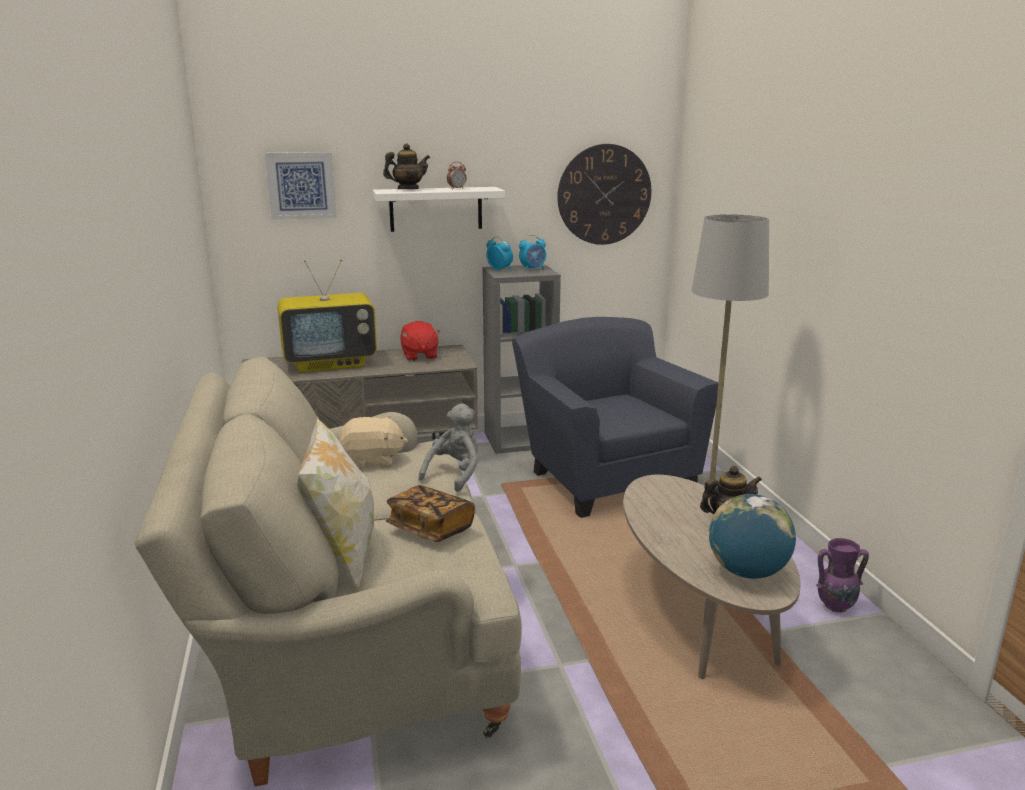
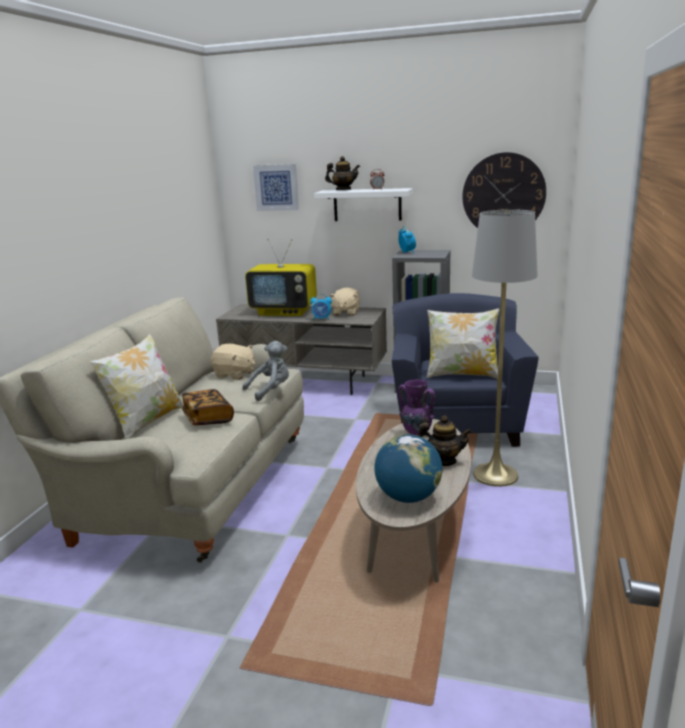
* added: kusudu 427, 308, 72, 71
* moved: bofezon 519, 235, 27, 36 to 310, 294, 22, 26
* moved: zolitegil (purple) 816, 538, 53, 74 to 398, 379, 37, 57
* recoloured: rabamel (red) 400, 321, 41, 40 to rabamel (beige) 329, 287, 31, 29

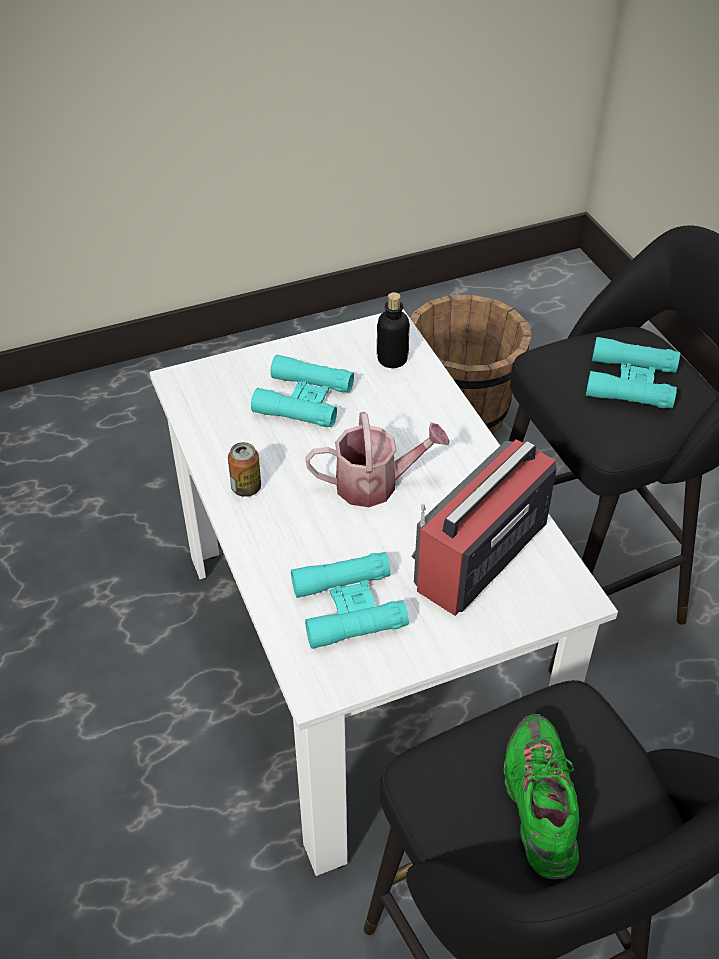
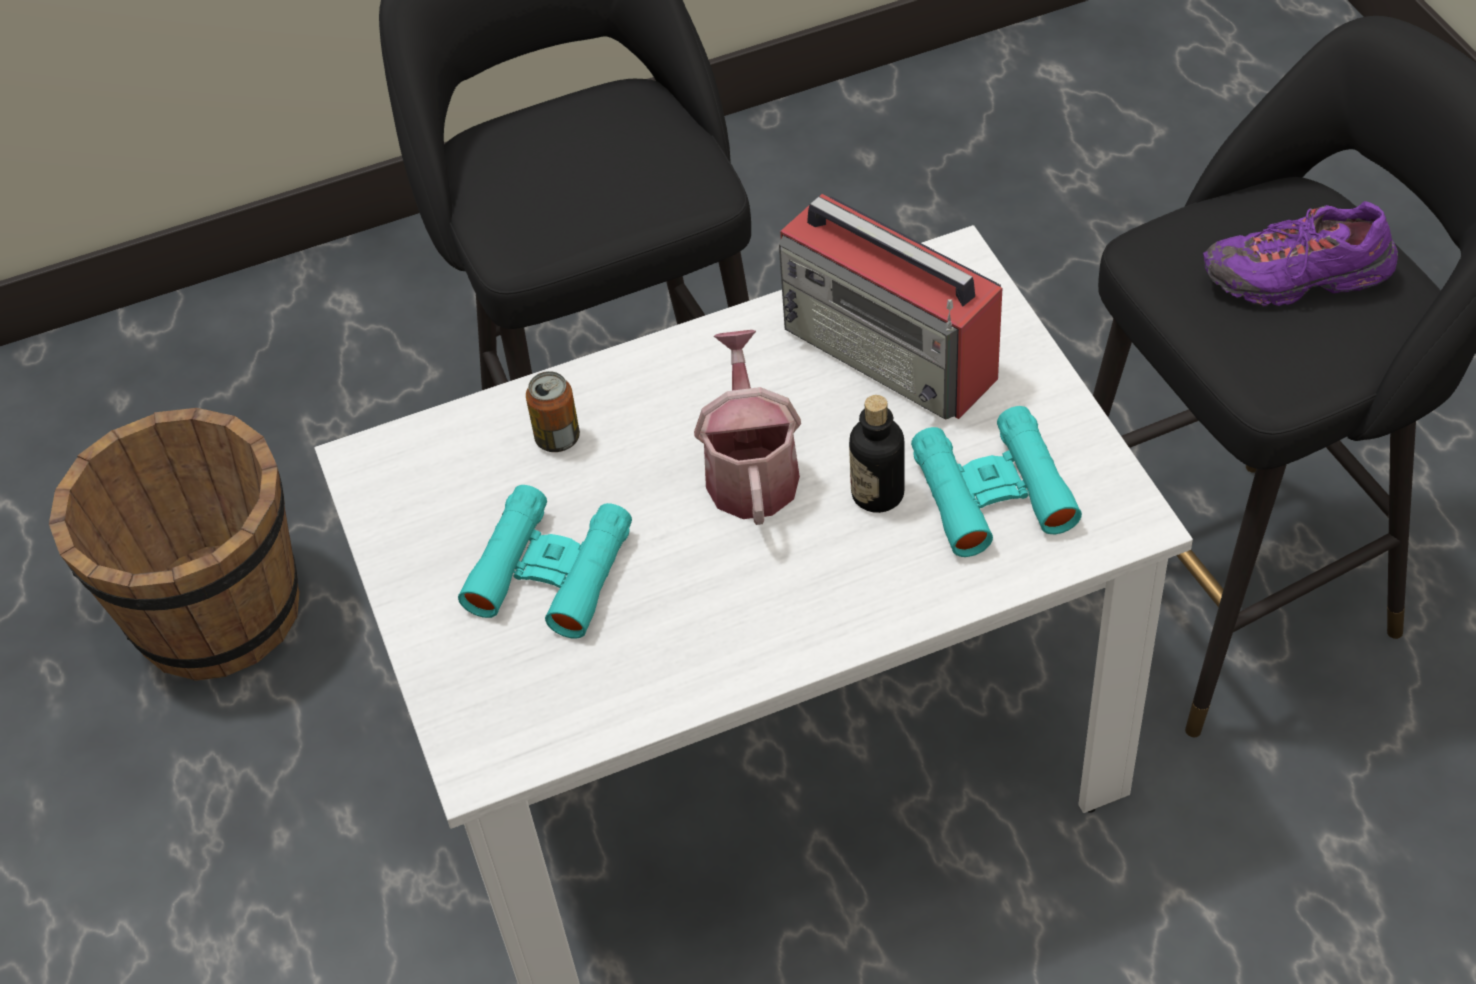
* removed: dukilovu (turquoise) 586, 337, 94, 71
* moved: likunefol 228, 442, 33, 55 to 526, 371, 54, 81
* moved: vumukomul 377, 292, 33, 76 to 849, 395, 56, 118
* recoloured: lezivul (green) 503, 714, 76, 165 to lezivul (purple) 1203, 201, 195, 106

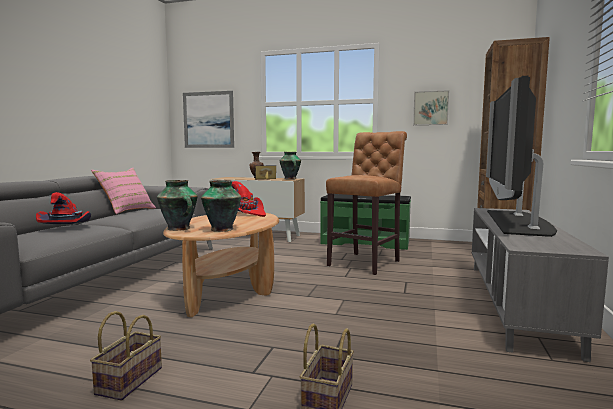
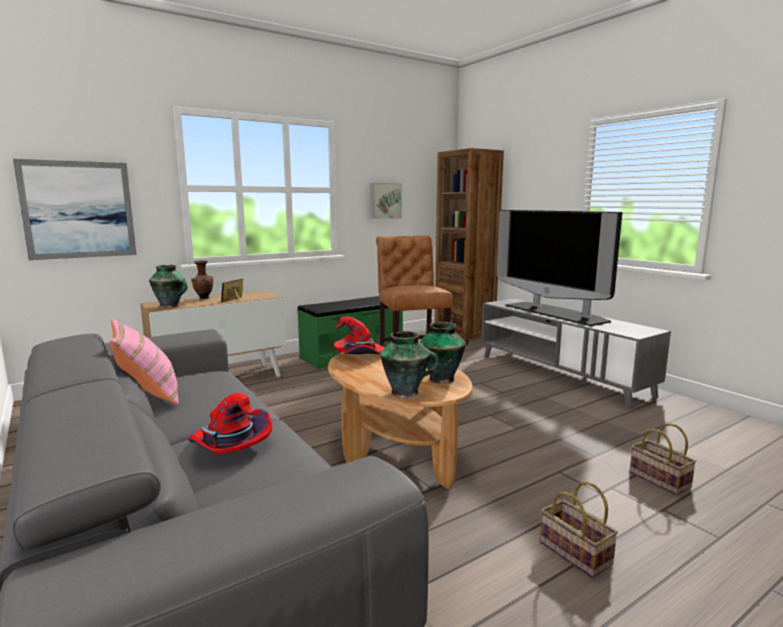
* moved: zolitegil 280, 152, 21, 27 to 149, 265, 39, 43

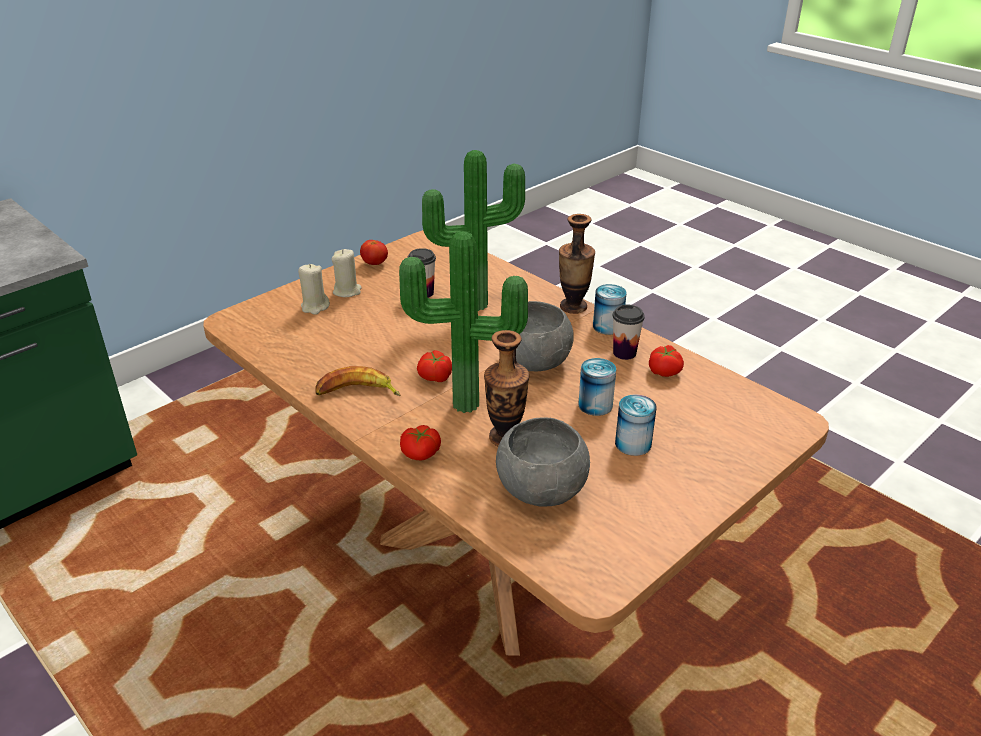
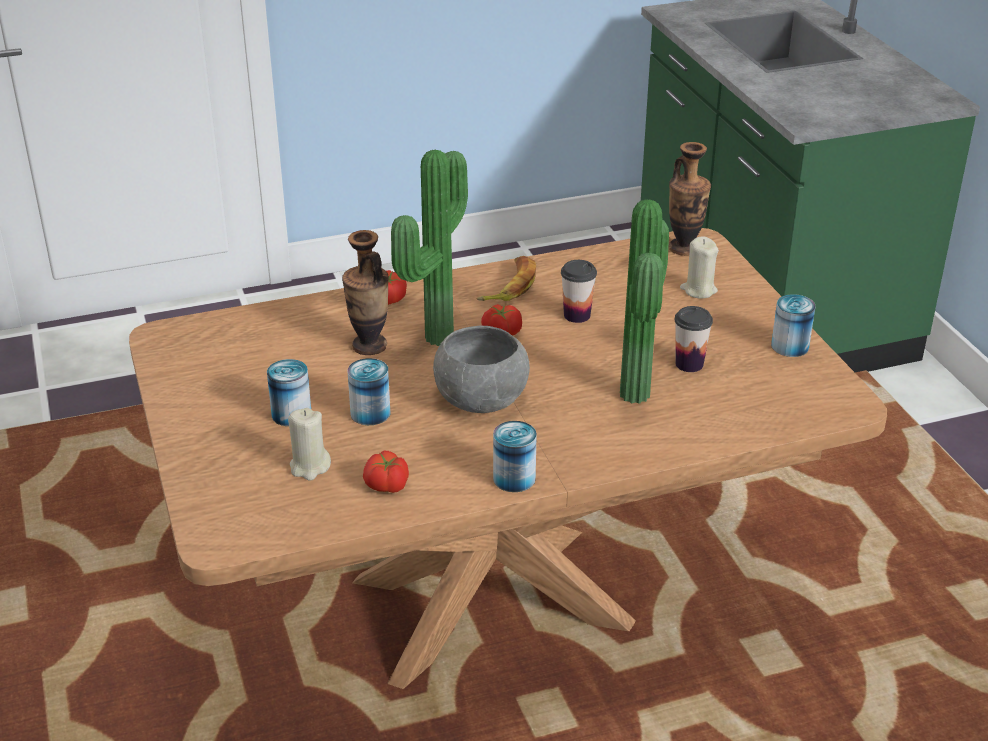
* removed: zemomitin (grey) 496, 417, 94, 90
* moved: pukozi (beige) 331, 249, 31, 48 to 288, 408, 43, 73
* moved: zolitegil 559, 214, 36, 100 to 669, 142, 42, 114
* moved: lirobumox 613, 305, 32, 55 to 561, 260, 36, 63
* replaced: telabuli 360, 240, 28, 25 to likunefol 771, 294, 44, 63

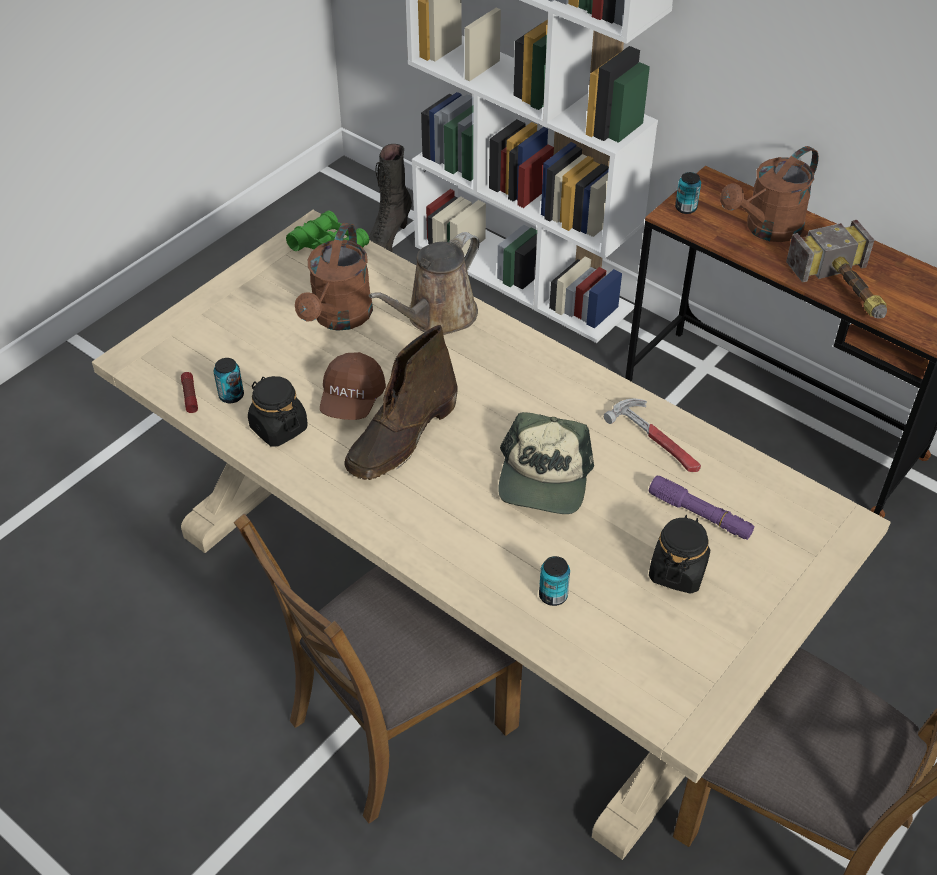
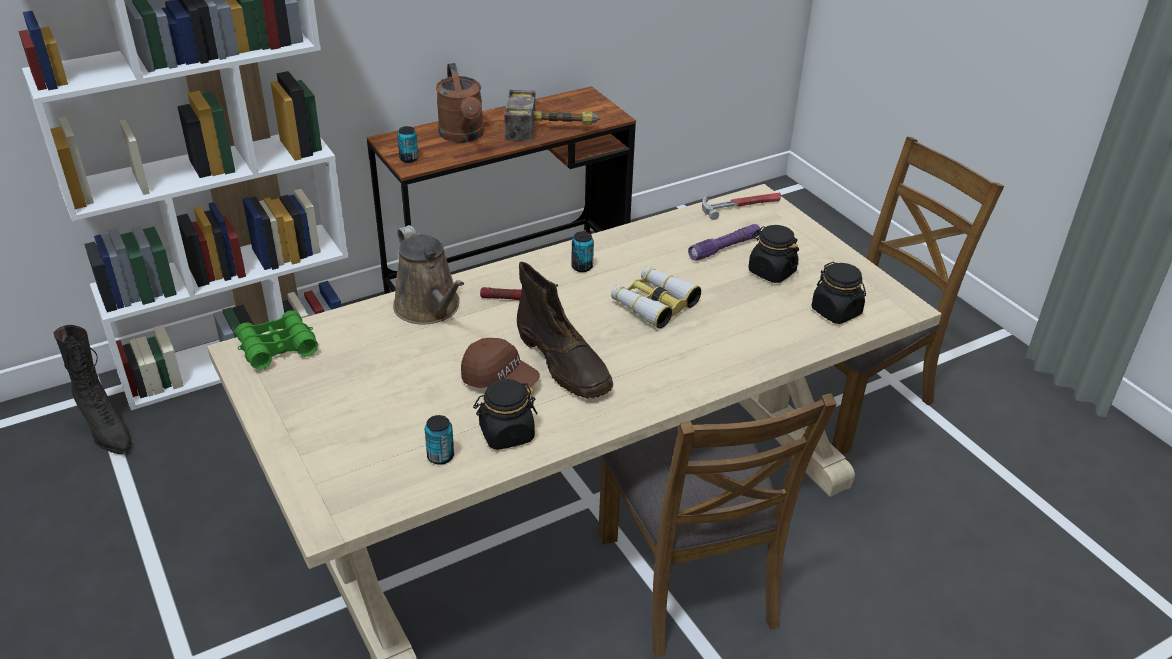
* removed: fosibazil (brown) 295, 223, 78, 108
* added: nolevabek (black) 812, 262, 54, 62
* moved: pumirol 181, 372, 17, 41 to 480, 287, 41, 13
* moved: likunefol 539, 556, 31, 50 to 571, 231, 23, 41
* moved: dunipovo 604, 399, 97, 73 to 702, 193, 79, 27
* replaced: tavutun 498, 412, 96, 102 to dukilovu 611, 266, 90, 63

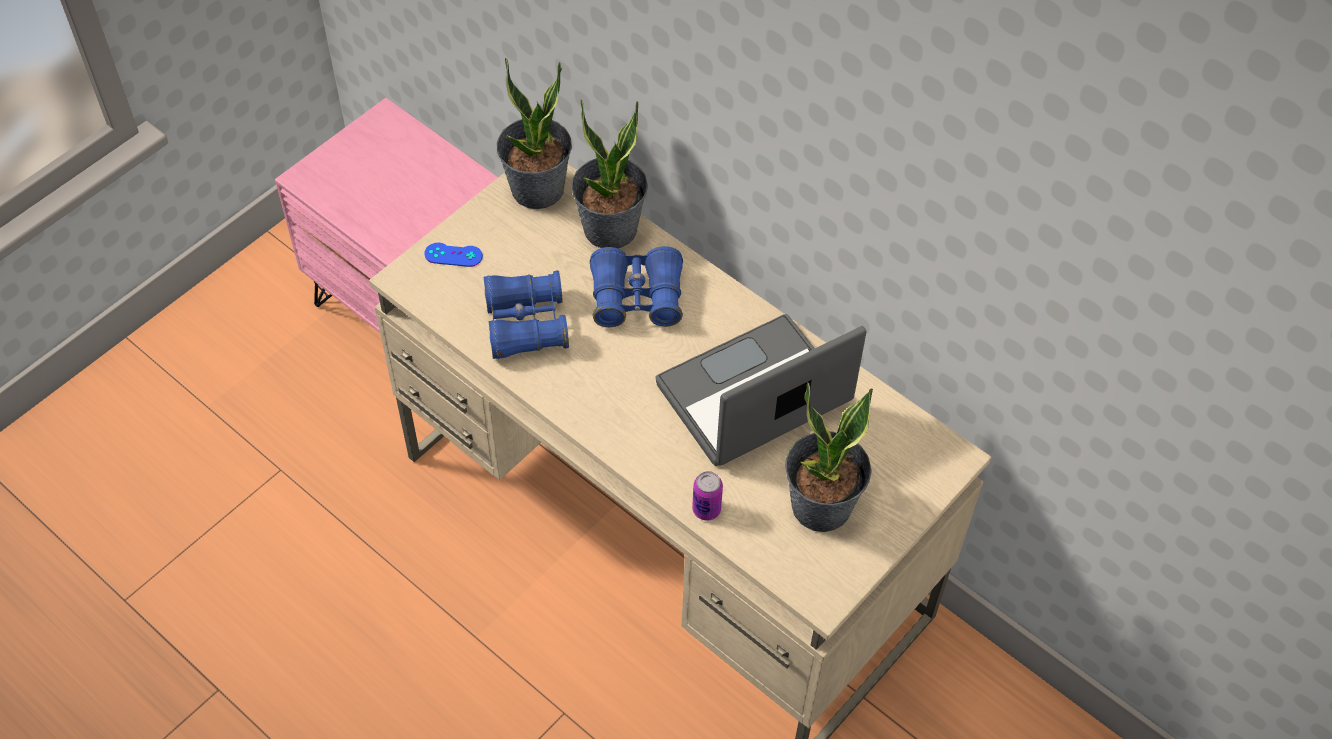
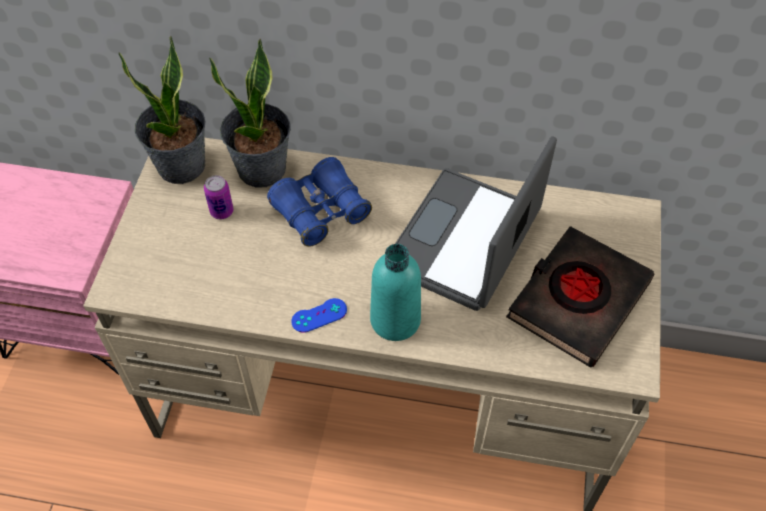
* removed: dukilovu (blue) 484, 271, 85, 88
* added: vumukomul (turquoise) 370, 244, 51, 97
* moved: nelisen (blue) 424, 243, 59, 24 to 291, 298, 56, 35
* moved: likunefol 692, 471, 31, 50 to 204, 175, 29, 44
* replaced: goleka 785, 382, 88, 150 to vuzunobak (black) 506, 226, 148, 141

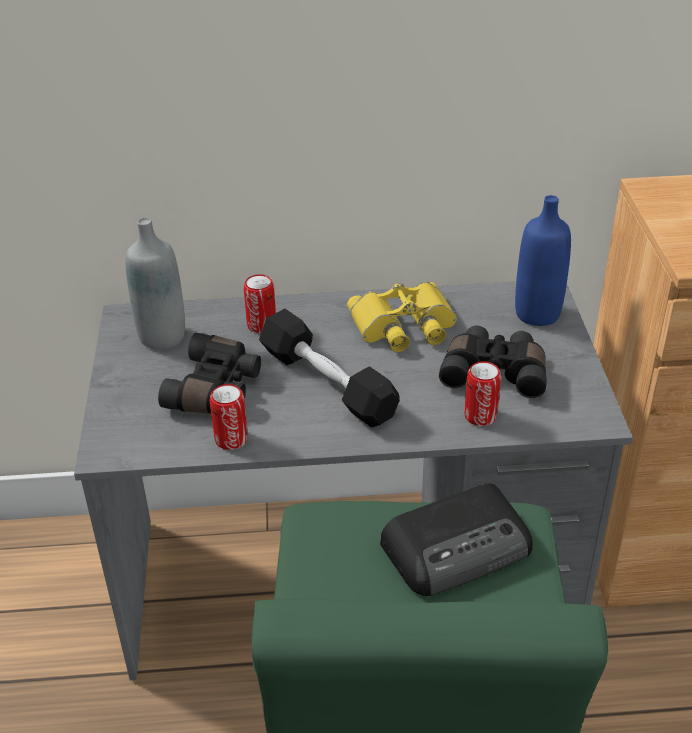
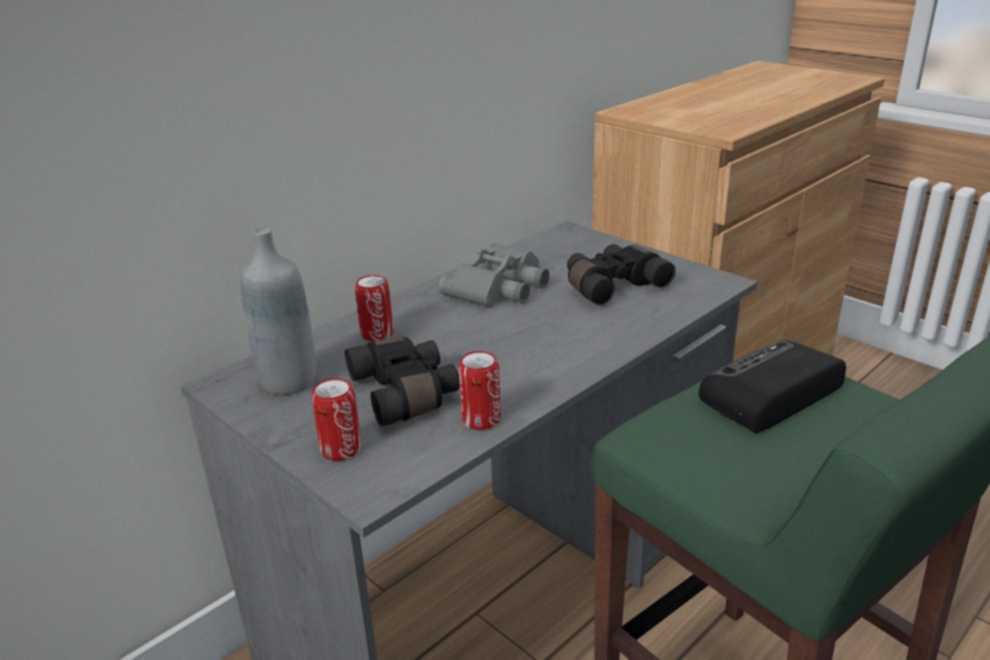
* removed: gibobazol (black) 259, 309, 140, 118
* removed: vumukomul (blue) 515, 195, 56, 131
* moved: likunefol 464, 361, 37, 65 to 312, 378, 49, 83
* recoloured: dukilovu (yellow) 347, 281, 110, 71 to dukilovu (grey) 438, 243, 111, 65
* turned: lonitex 380, 483, 153, 113 = 698, 340, 148, 93 150 degrees counterclockwise

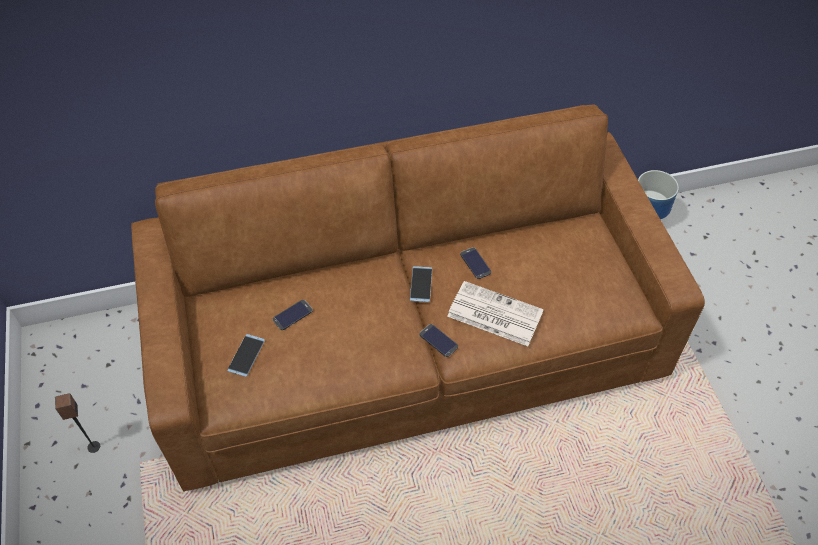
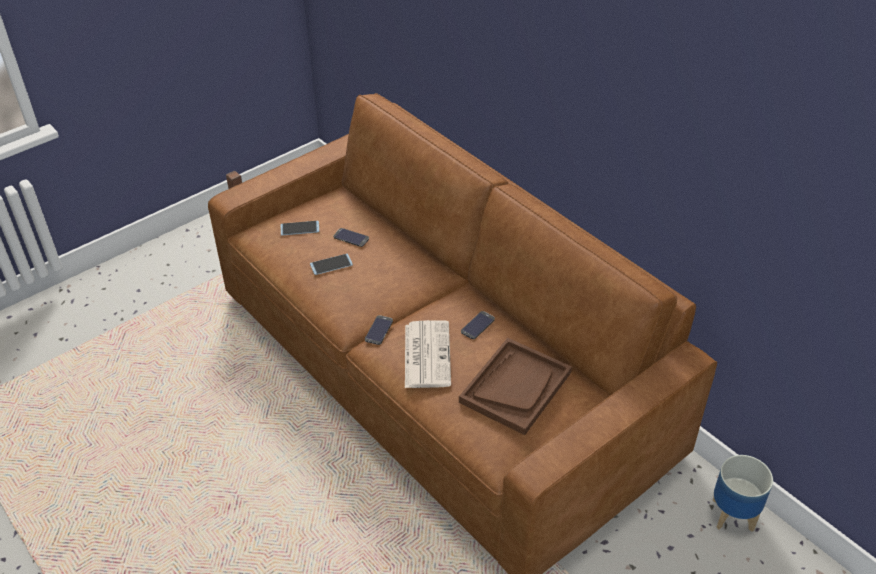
* added: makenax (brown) 459, 338, 113, 97
* moved: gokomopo 410, 266, 22, 36 to 310, 253, 43, 22

